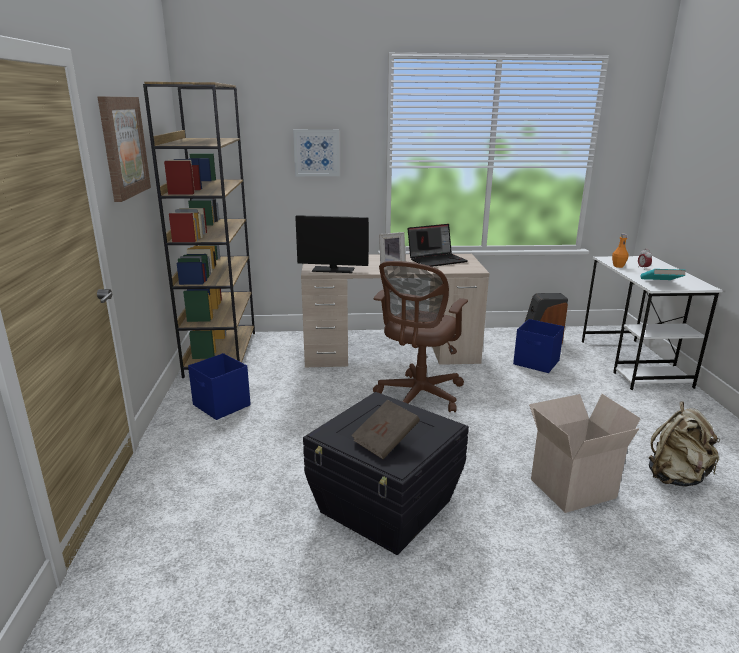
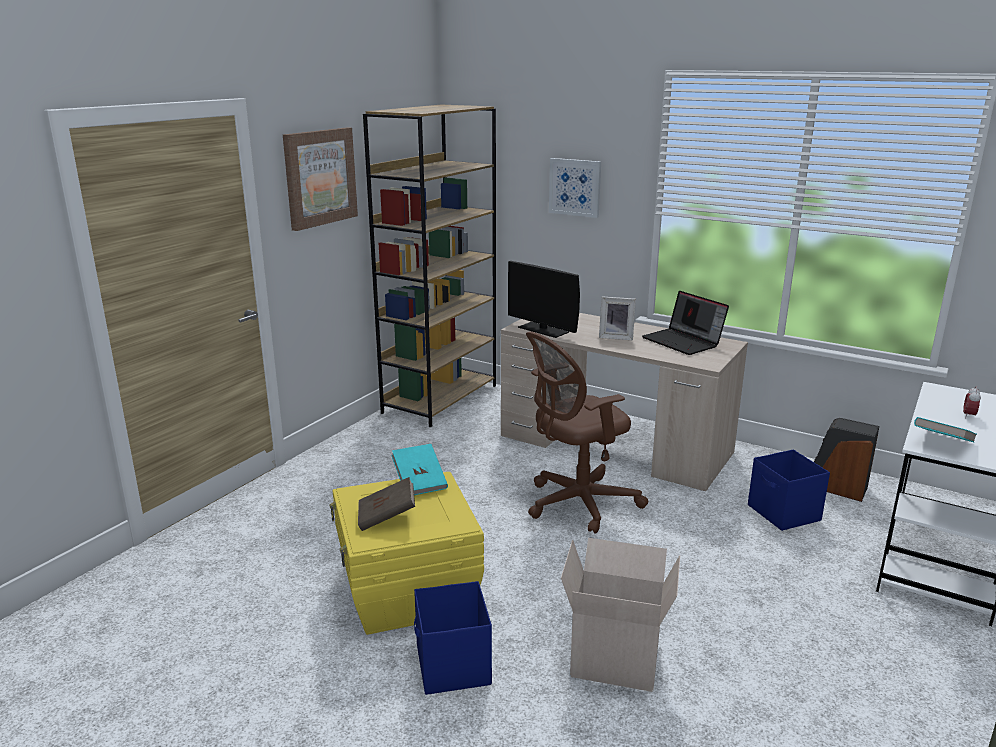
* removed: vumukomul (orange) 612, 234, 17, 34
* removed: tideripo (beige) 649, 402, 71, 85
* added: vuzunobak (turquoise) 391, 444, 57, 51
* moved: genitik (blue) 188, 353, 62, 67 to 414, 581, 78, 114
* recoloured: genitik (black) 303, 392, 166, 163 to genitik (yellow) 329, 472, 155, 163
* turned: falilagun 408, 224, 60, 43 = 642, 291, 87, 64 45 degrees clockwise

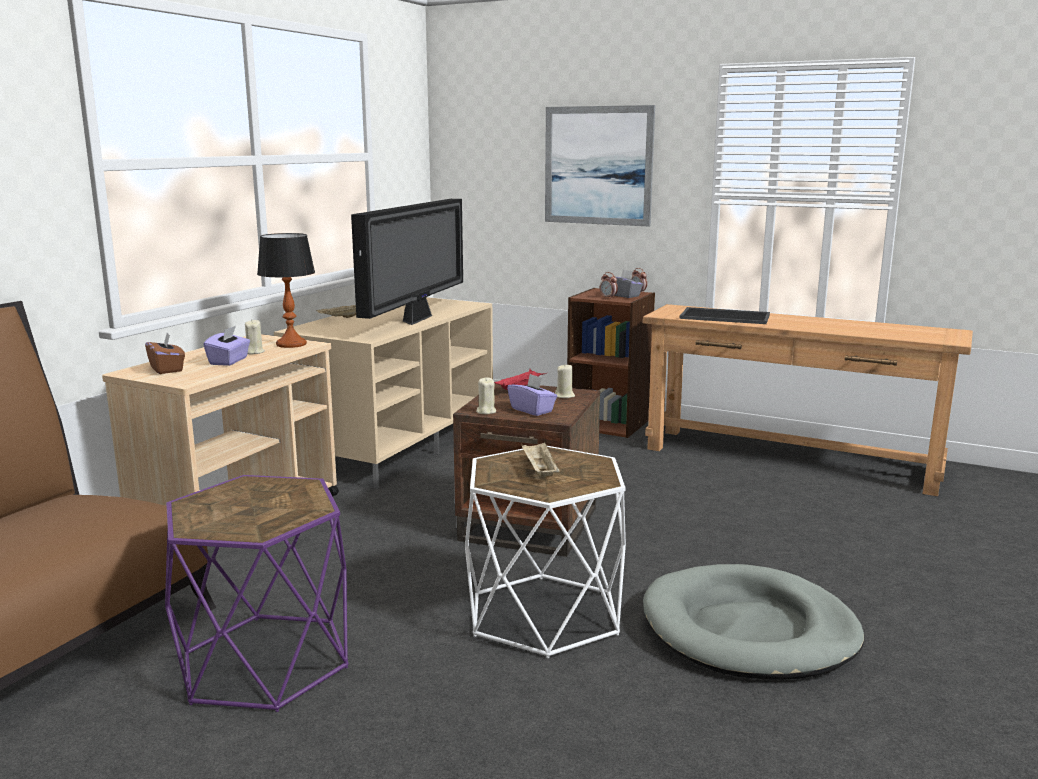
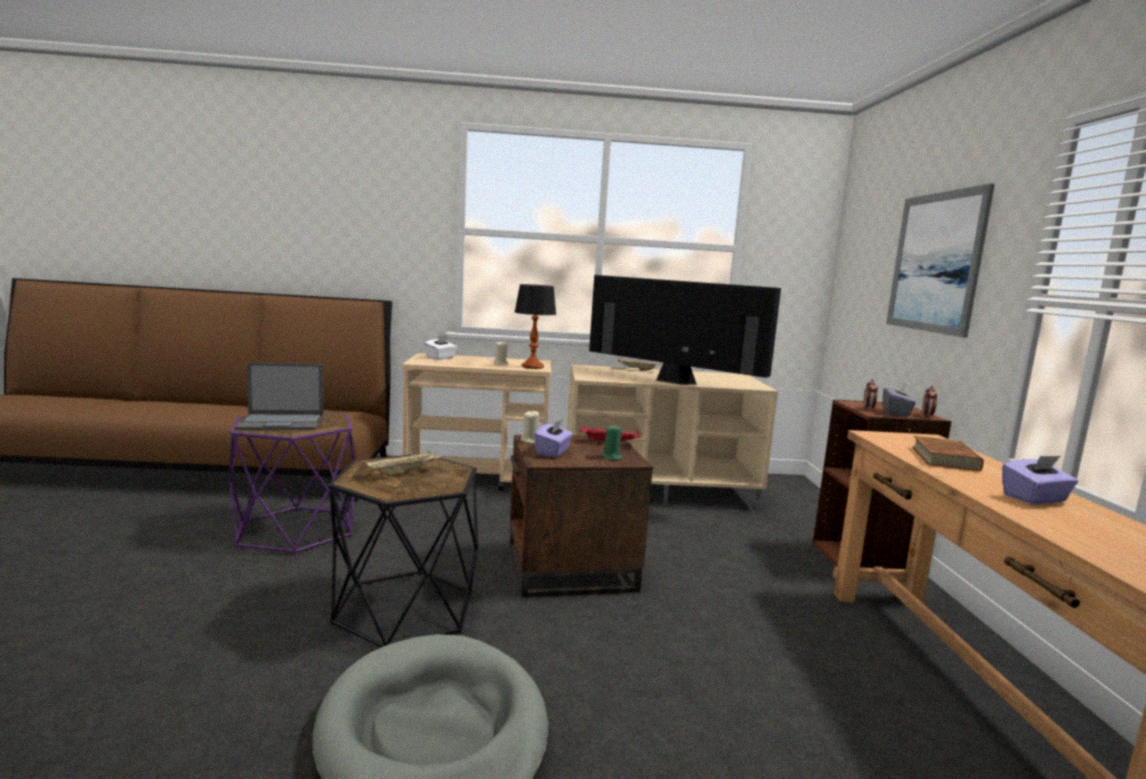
* added: falilagun 235, 362, 89, 68
* moved: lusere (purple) 203, 326, 47, 40 to 1002, 456, 76, 48
* replaced: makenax 679, 307, 91, 17 to vuzunobak (brown) 912, 436, 72, 35
* recoloured: lusere (brown) 145, 333, 40, 41 to lusere (white) 424, 335, 33, 25
* recoloured: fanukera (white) 465, 446, 161, 212 to fanukera (black) 328, 454, 150, 193
* recoloured: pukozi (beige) 555, 365, 20, 33 to pukozi (green) 602, 424, 21, 36
* turned: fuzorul 351, 199, 112, 126 = 589, 275, 192, 110 135 degrees counterclockwise

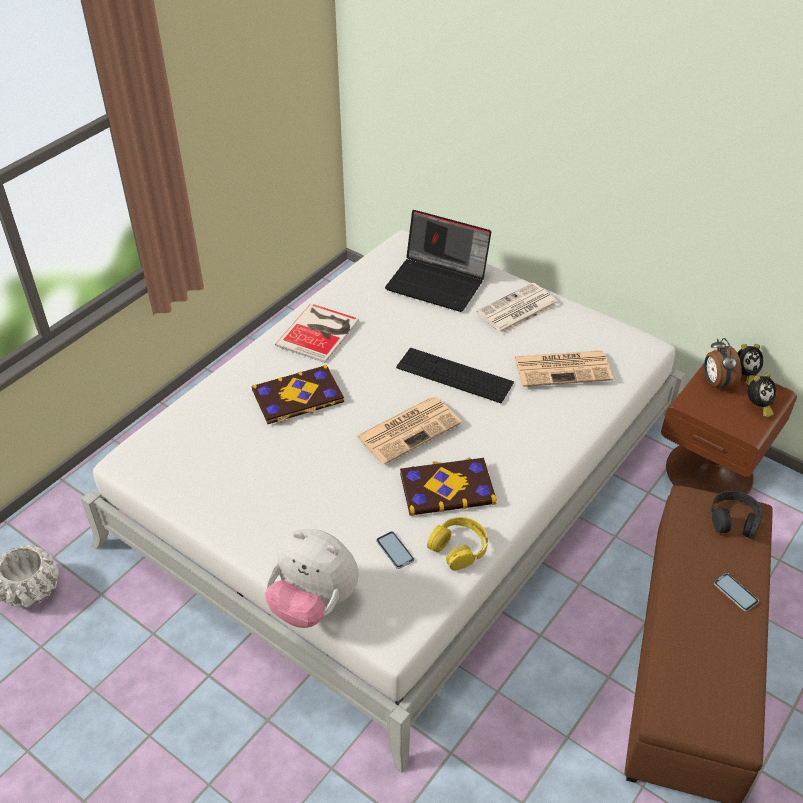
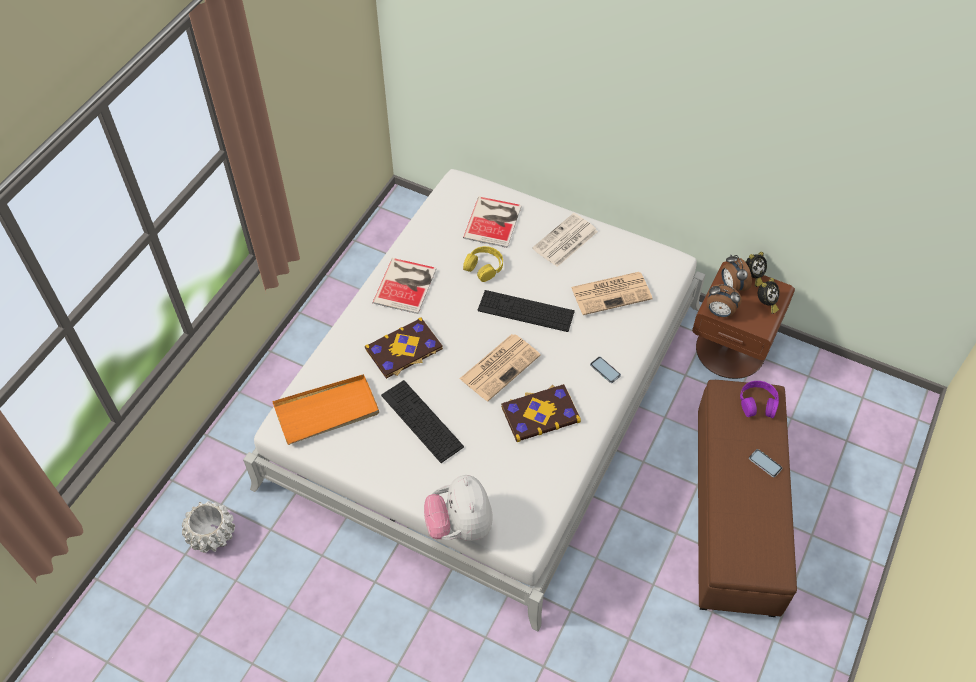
* added: makenax (orange) 272, 374, 107, 71
* added: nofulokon 381, 380, 83, 83
* added: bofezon 707, 284, 35, 33
* moved: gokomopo 376, 531, 38, 38 to 590, 357, 31, 26
* moved: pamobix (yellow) 427, 517, 61, 54 to 463, 246, 40, 36
* replaced: falilagun 385, 210, 106, 102 to vuzunobak 463, 197, 59, 51
* recoloured: pamobix (black) 711, 491, 51, 48 to pamobix (purple) 740, 381, 39, 37
* turned: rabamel 265, 529, 94, 99 = 424, 475, 69, 66 60 degrees clockwise

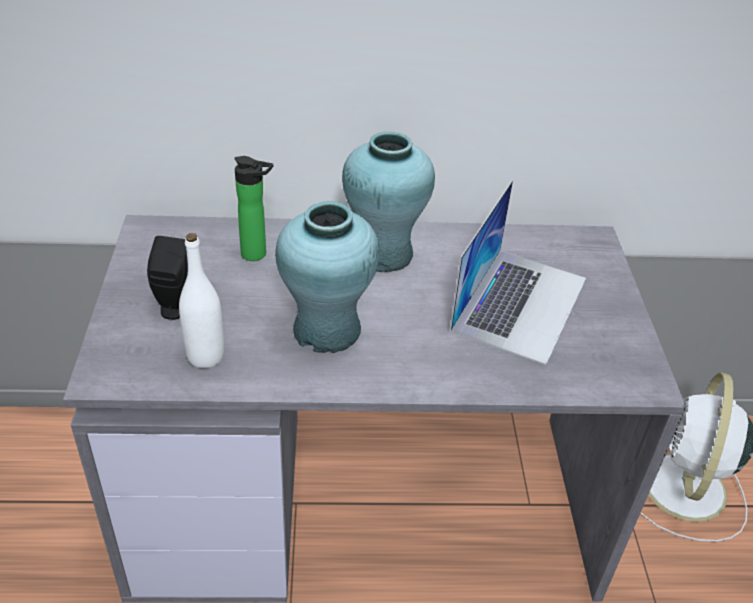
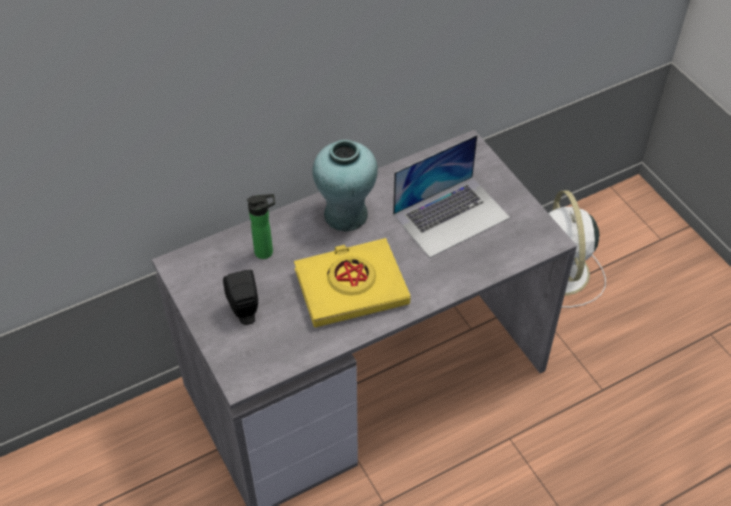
* removed: vumukomul (white) 179, 233, 45, 135
* replaced: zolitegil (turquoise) 275, 201, 105, 152 to vuzunobak (yellow) 294, 238, 117, 89
* turned: falilagun 450, 180, 136, 185 = 393, 135, 117, 123 60 degrees clockwise

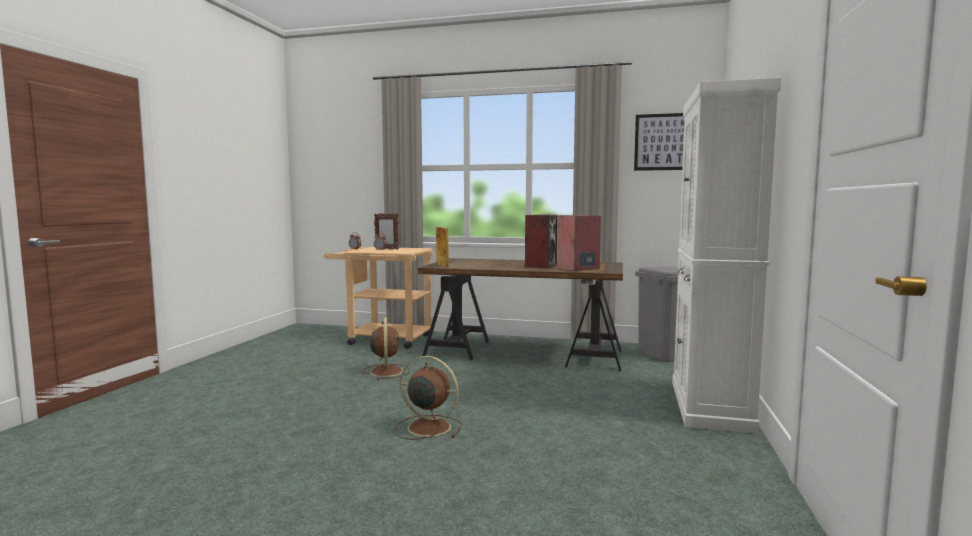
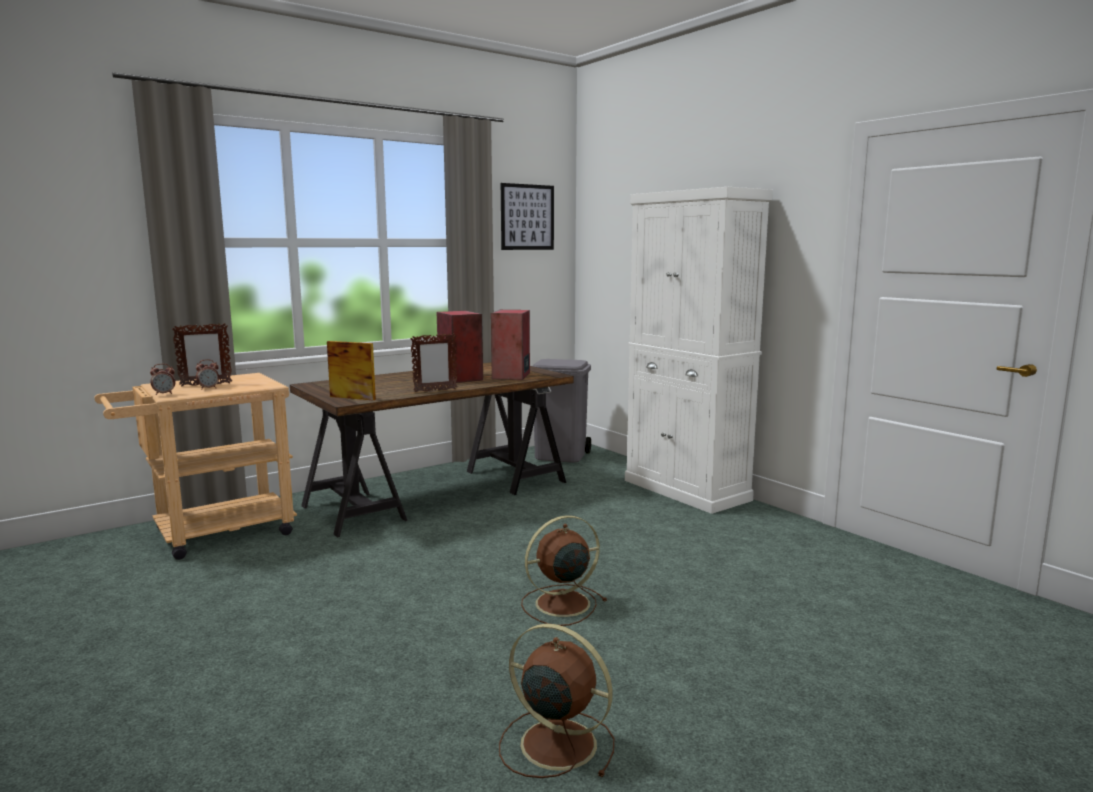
* added: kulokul 410, 333, 48, 59
* moved: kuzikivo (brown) 362, 317, 48, 63 to 499, 624, 115, 154

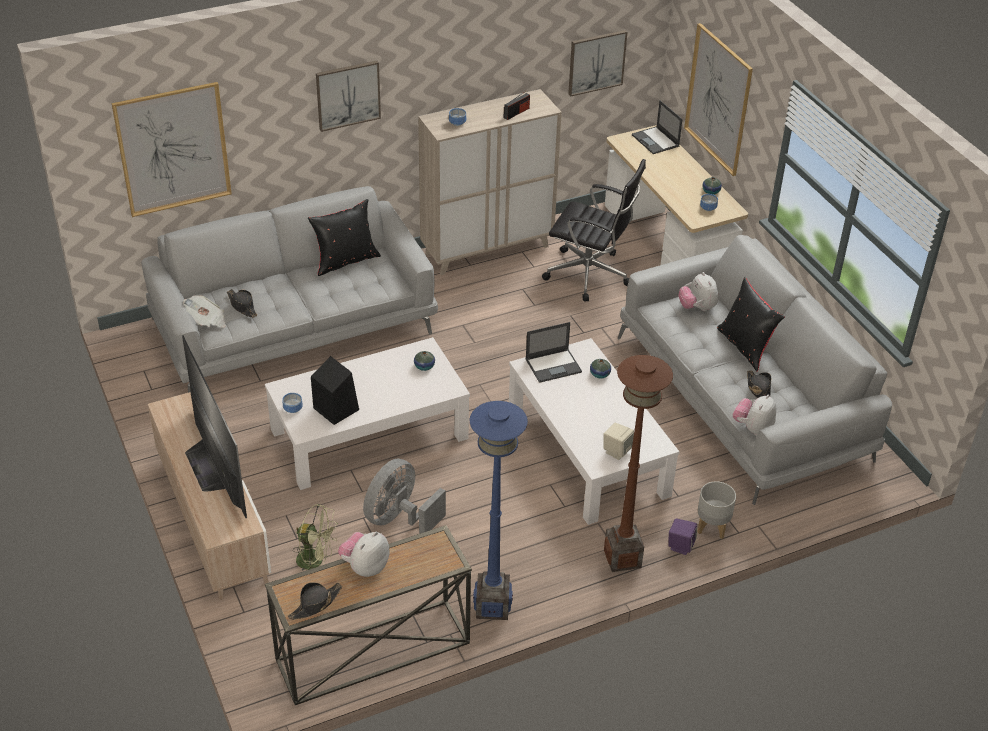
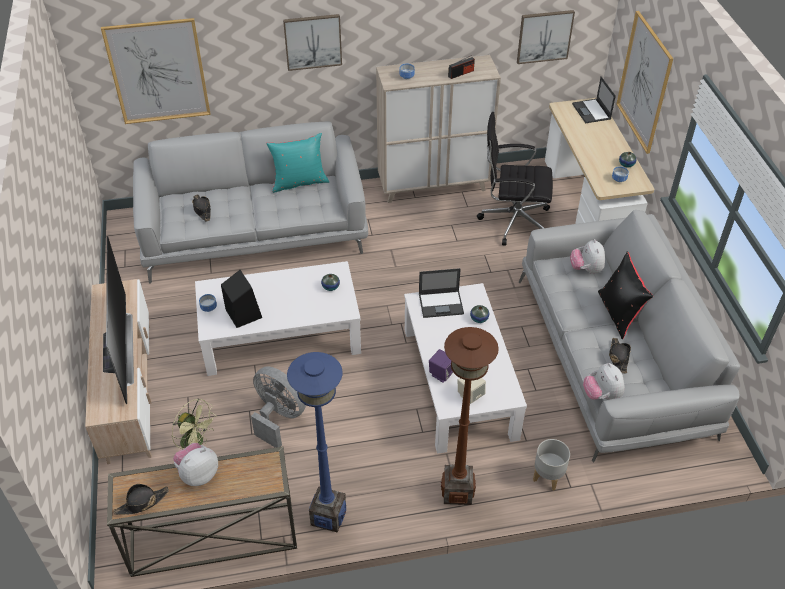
* removed: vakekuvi 183, 295, 43, 32
* moved: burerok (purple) 668, 518, 29, 37 to 429, 349, 24, 34
* recoloured: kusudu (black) 308, 199, 73, 77 to kusudu (turquoise) 266, 133, 63, 60
* turned: kuzikivo (grey) 363, 459, 83, 75 = 251, 366, 55, 82 75 degrees clockwise
* turned: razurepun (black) 542, 159, 104, 143 = 477, 112, 76, 134 150 degrees clockwise
* turned: rabamel 733, 395, 43, 41 = 583, 363, 42, 37 60 degrees counterclockwise

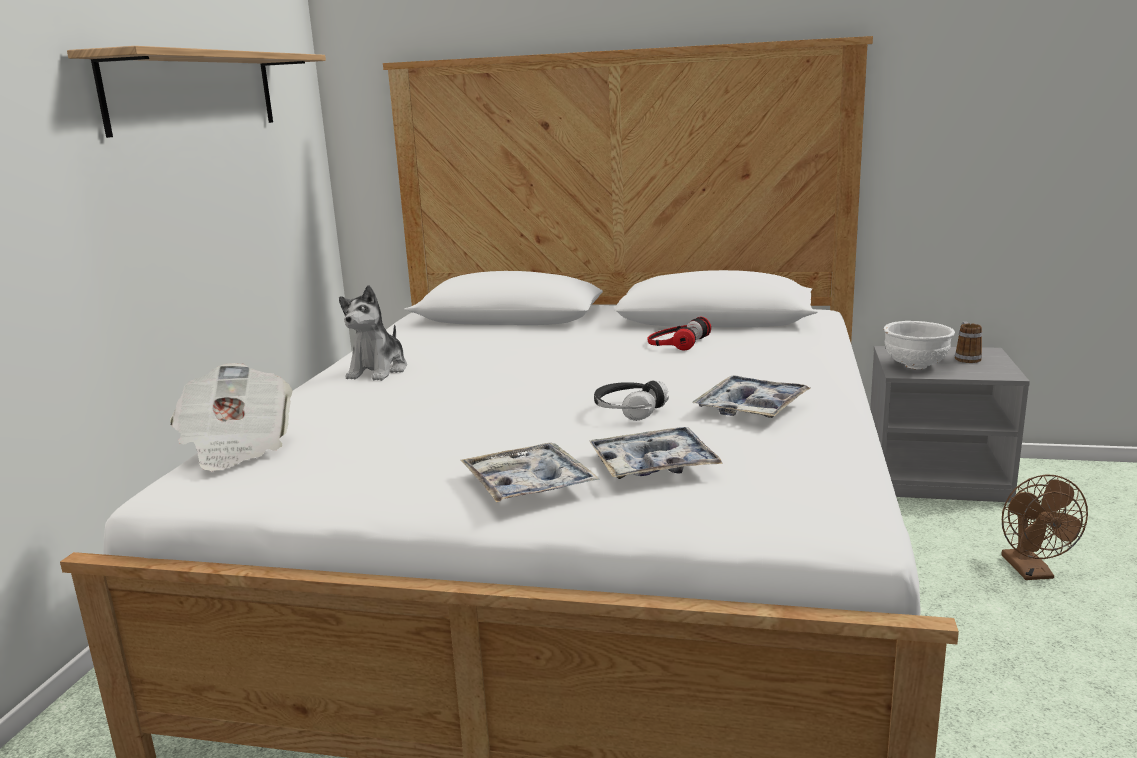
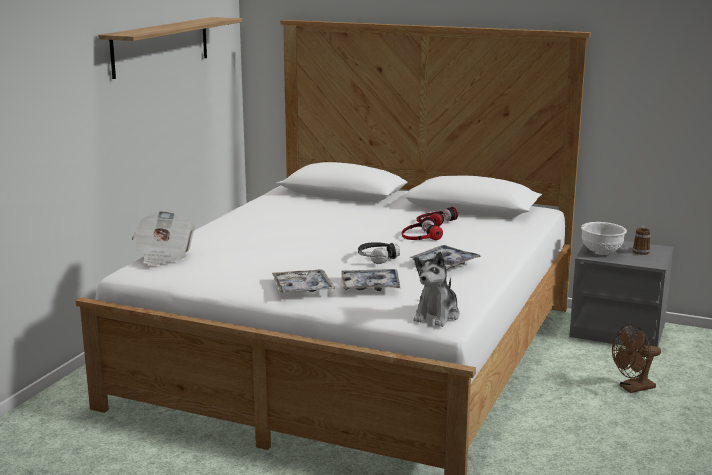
* added: pamobix 402, 217, 41, 23
* moved: rabamel 339, 285, 68, 96 to 413, 252, 47, 75
* turned: kuzikivo (brown) 1001, 474, 87, 106 = 612, 324, 49, 69 60 degrees clockwise

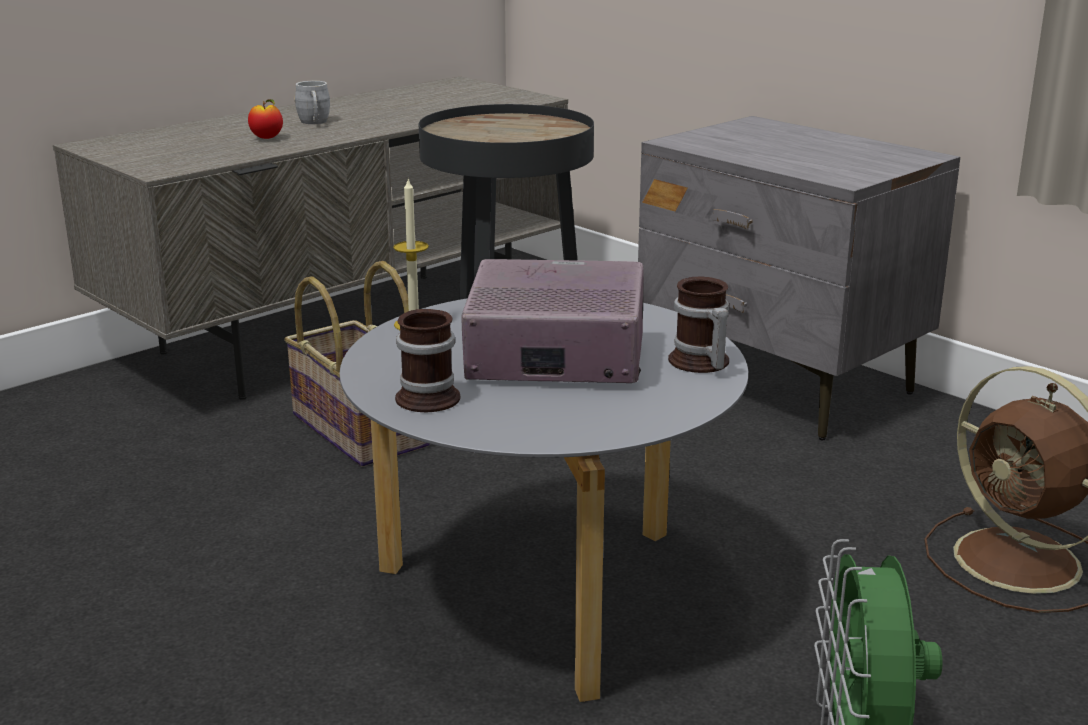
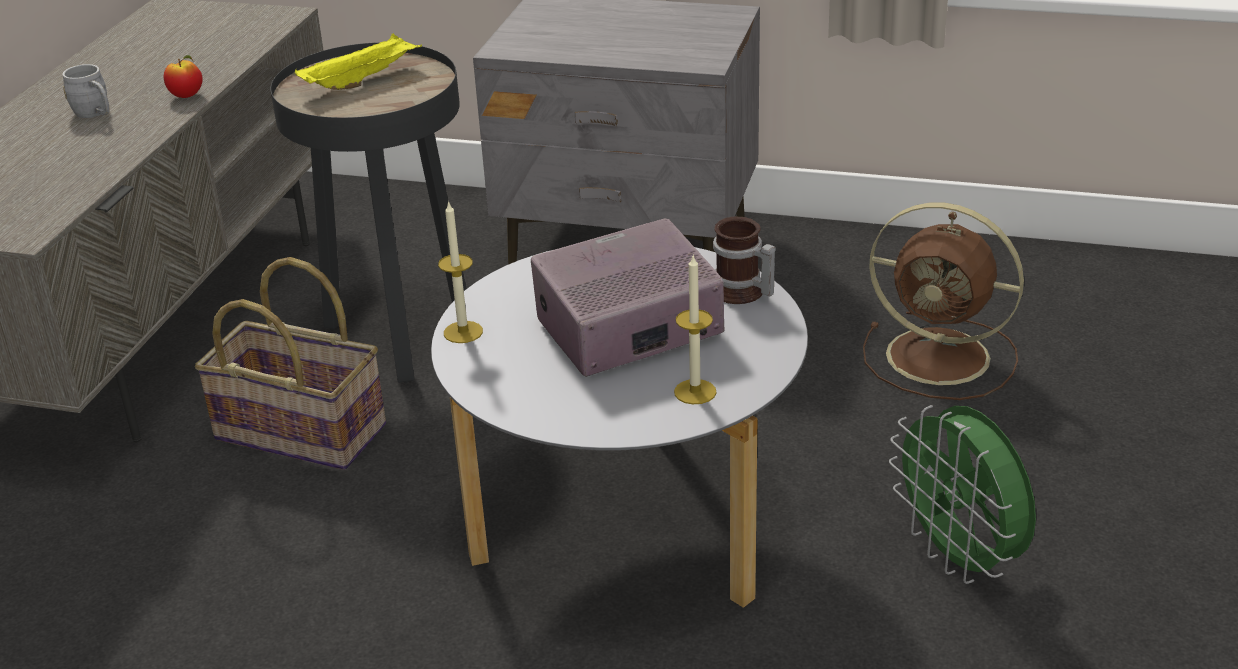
* removed: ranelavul 395, 309, 66, 103
* added: makenax (yellow) 295, 33, 127, 57
* added: pukozi 674, 256, 42, 148
* moved: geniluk 248, 99, 35, 40 to 164, 55, 39, 43

